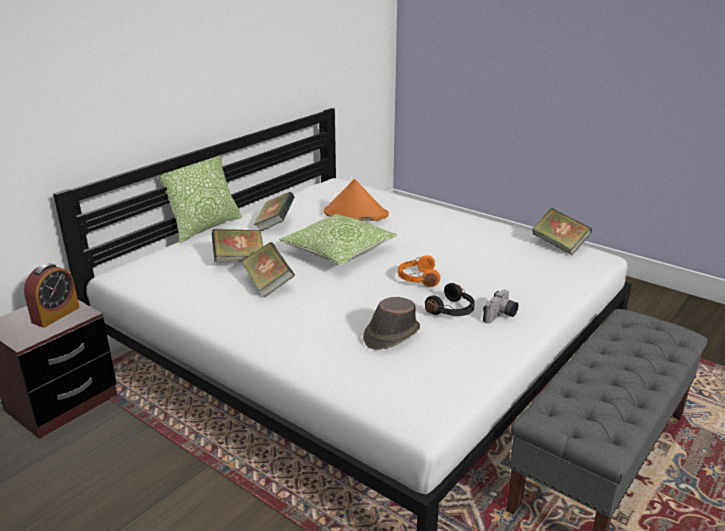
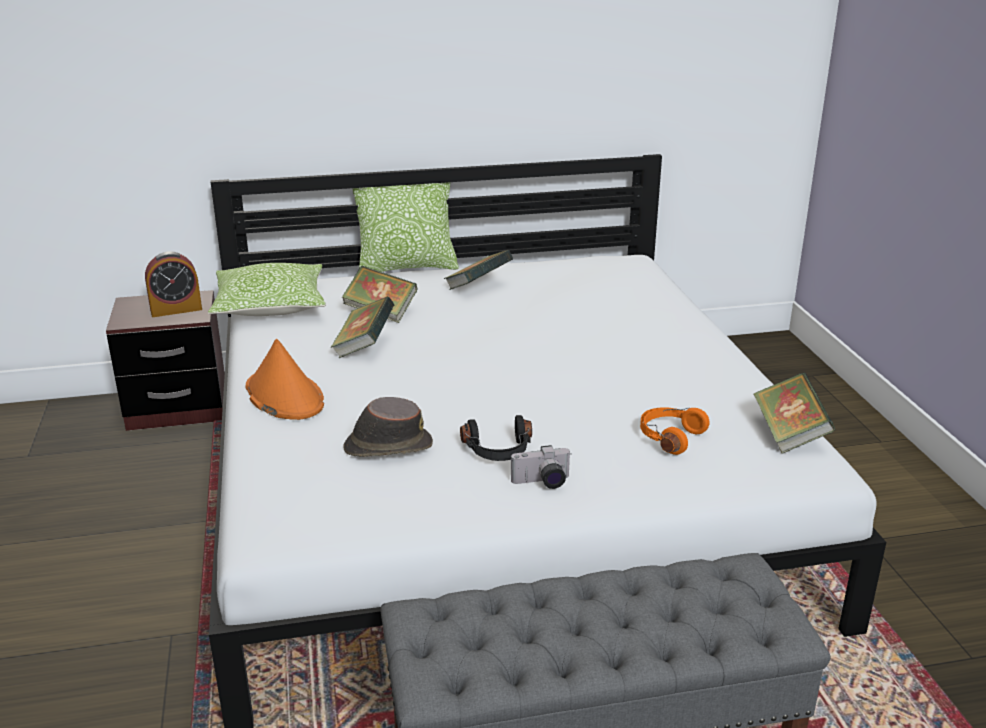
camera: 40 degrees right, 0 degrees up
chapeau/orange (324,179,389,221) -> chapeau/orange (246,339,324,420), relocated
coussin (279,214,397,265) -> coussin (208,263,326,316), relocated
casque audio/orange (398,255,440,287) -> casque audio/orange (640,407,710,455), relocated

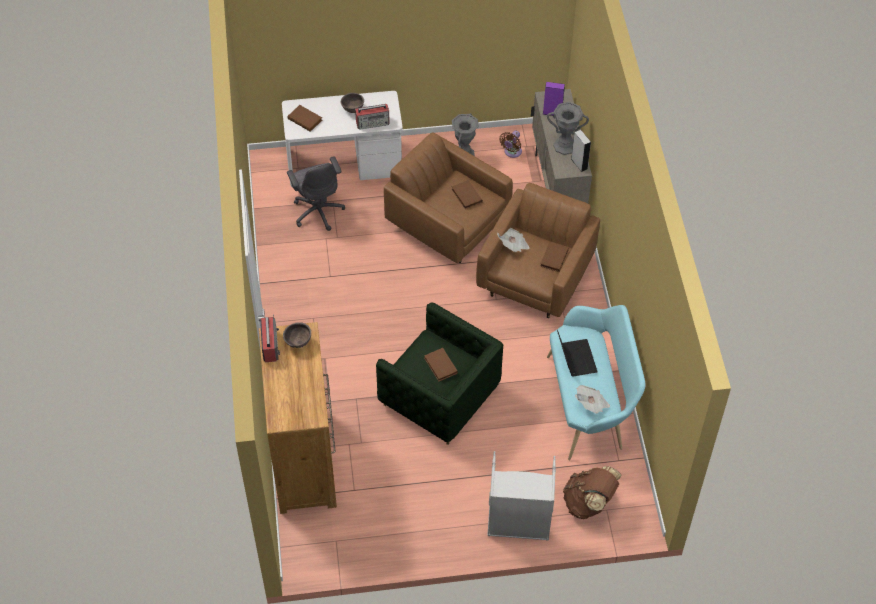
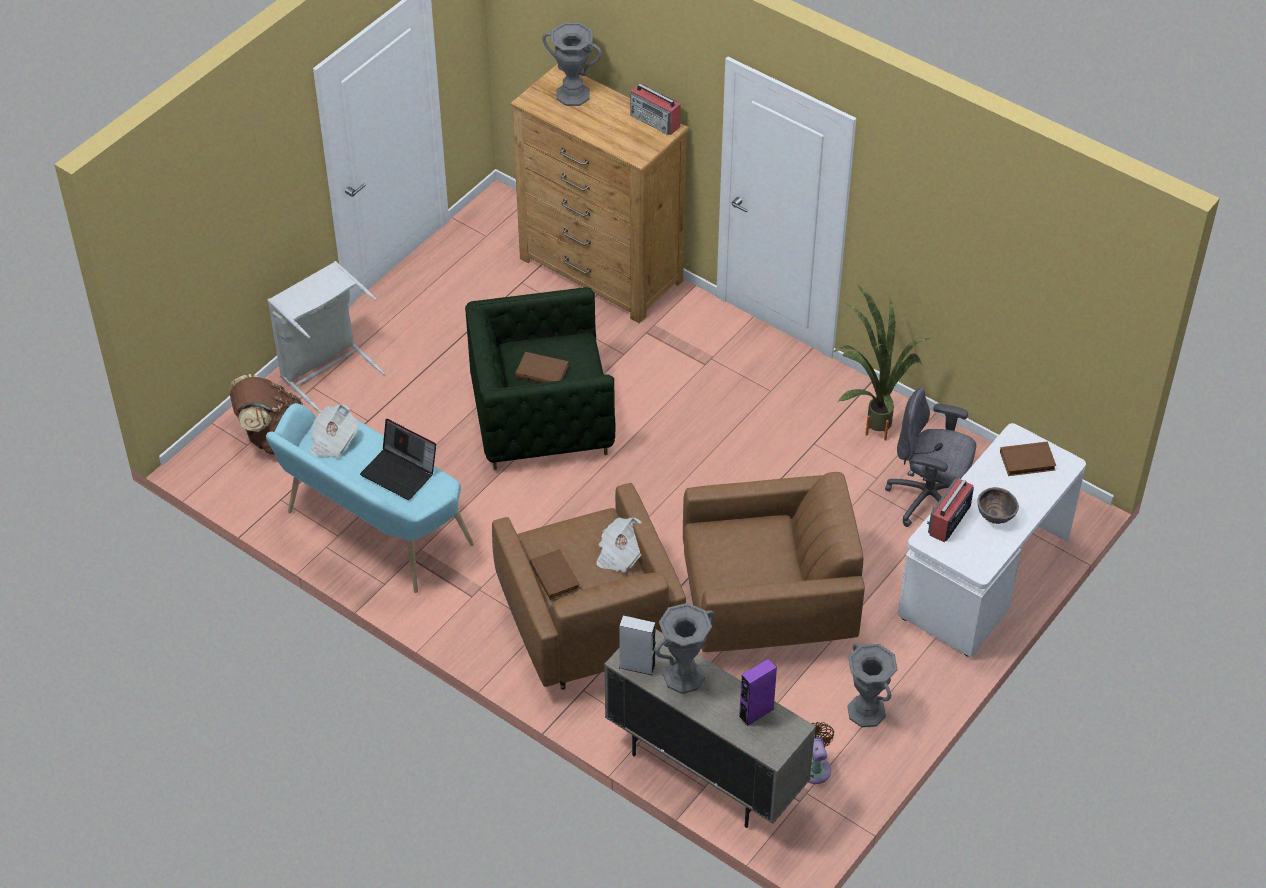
camera: 135 degrees right, 5 degrees down
livre/marron (451,180,483,209) -> none
bol/marron (283,322,311,348) -> none
none -> vase/gris (542,23,602,106)
none -> plante en pot (833,284,932,440)

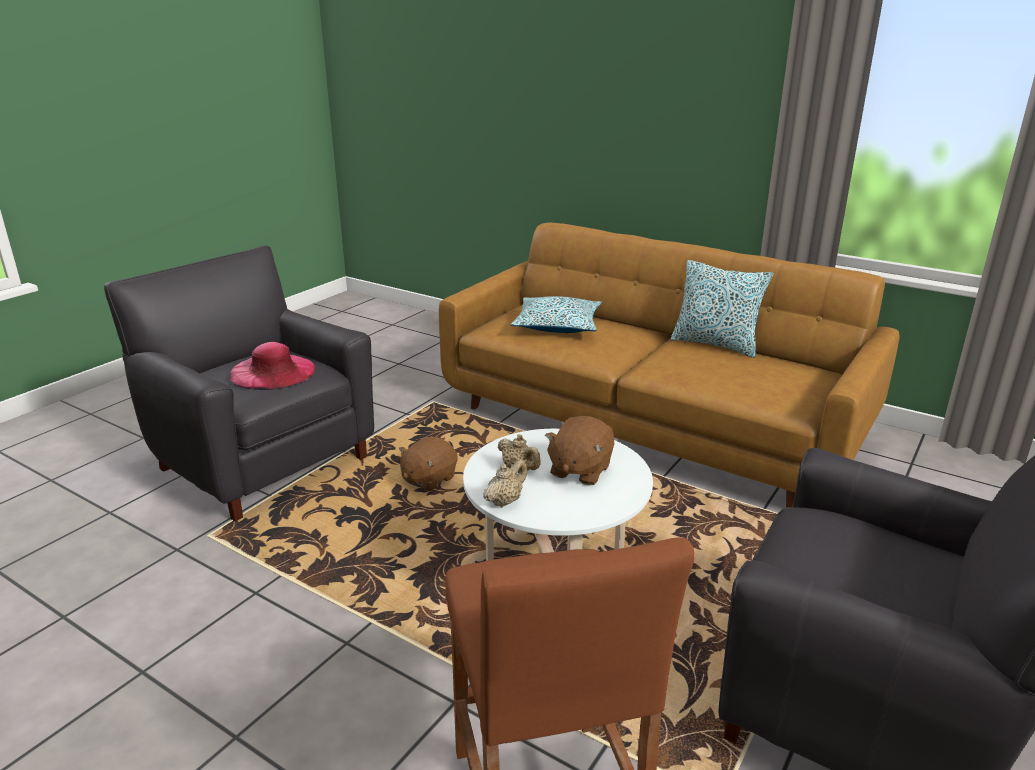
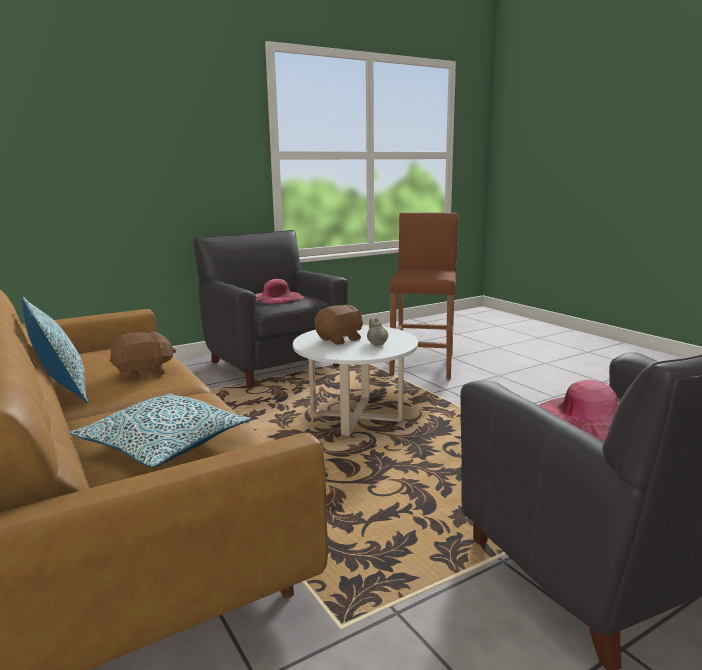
camera: 155 degrees left, 10 degrees down
peluche/marron (399,437,458,491) -> peluche/marron (110,331,176,380), relocated
théière/beige (483,460,527,507) -> none
none -> chapeau/rose (255,279,304,304)

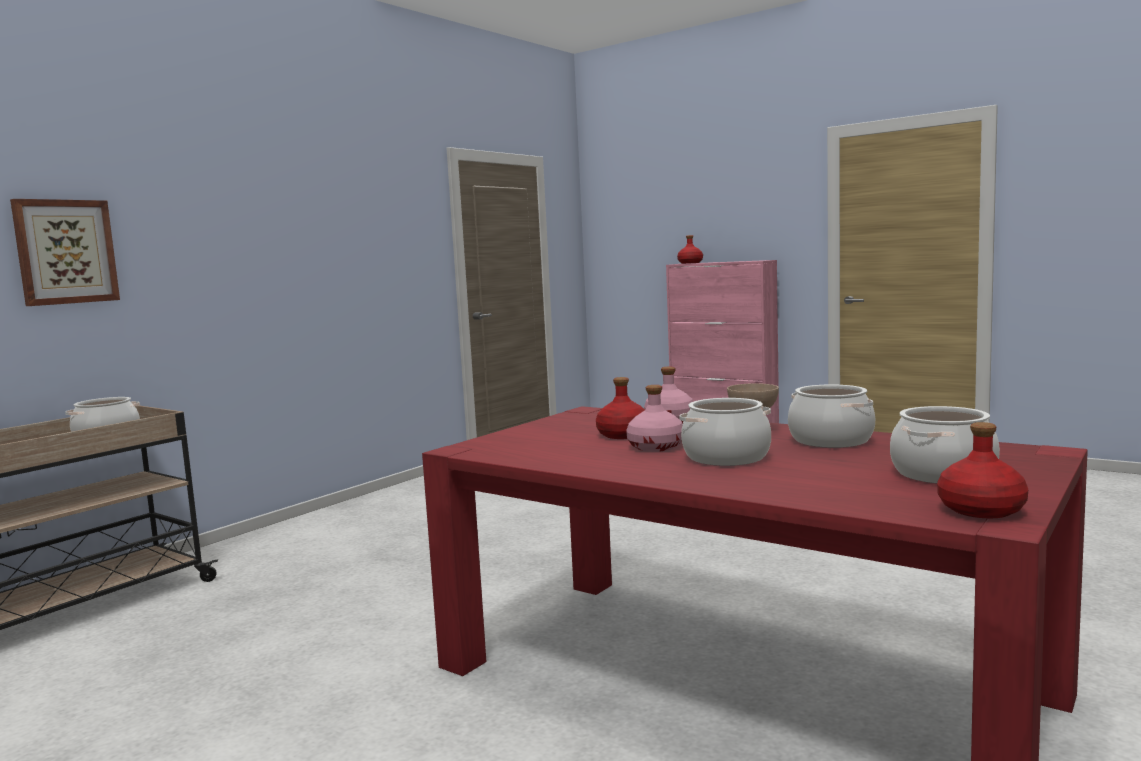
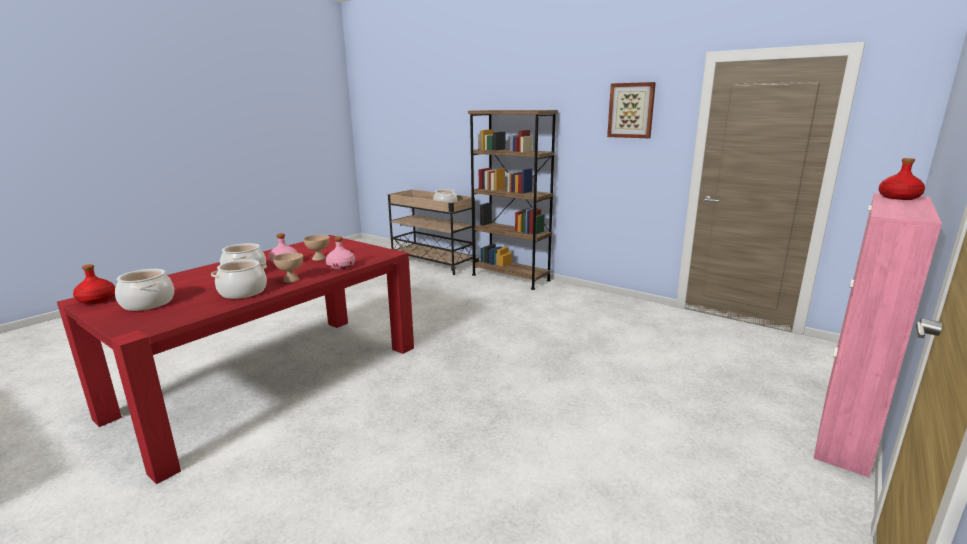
camera: 90 degrees right, 10 degrees up
tableau (10,199,120,306) -> tableau (607,82,656,138), relocated
bouteille/rouge (596,377,645,439) -> bol/beige (303,235,330,261)
none -> bibliothèque/marron (468,110,558,290)

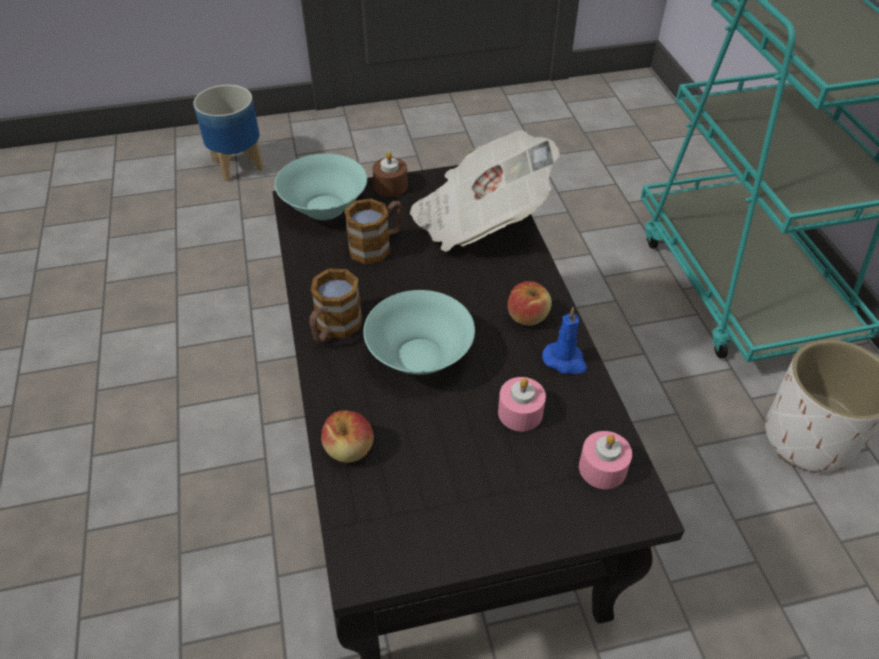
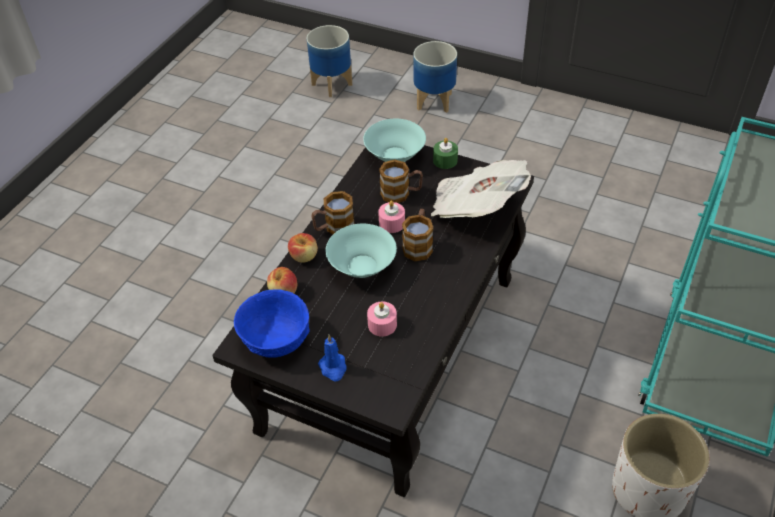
camera: 40 degrees right, 0 degrees up
bougie/marron (372,151,408,197) -> bougie/vert (433,138,458,169)
pomme (508,281,552,326) -> pomme (288,233,318,263), relocated
bougie/bleu (542,307,587,374) -> bougie/bleu (318,335,347,381), relocated
bougie/rose (579,431,632,489) -> bougie/rose (378,201,405,233), relocated
none -> cache-pot (307,25,352,97)
none -> mug (402,209,433,261)
none -> bol/bleu (234,289,310,358)

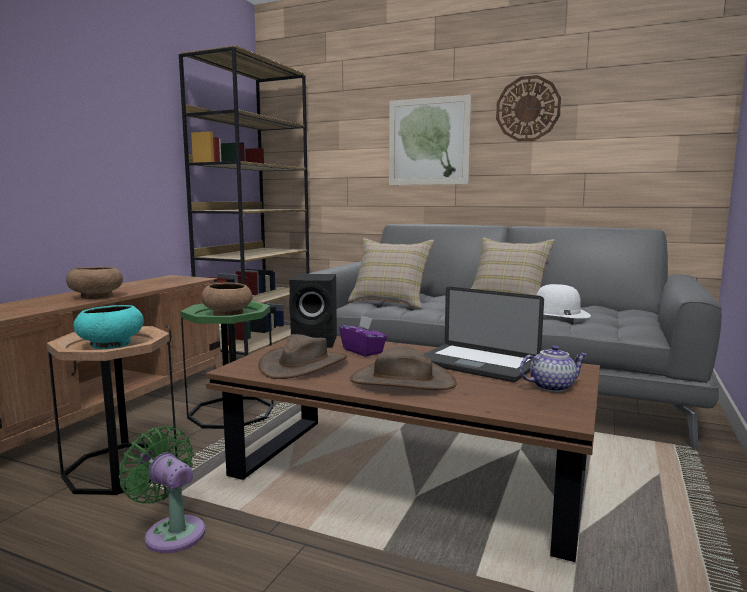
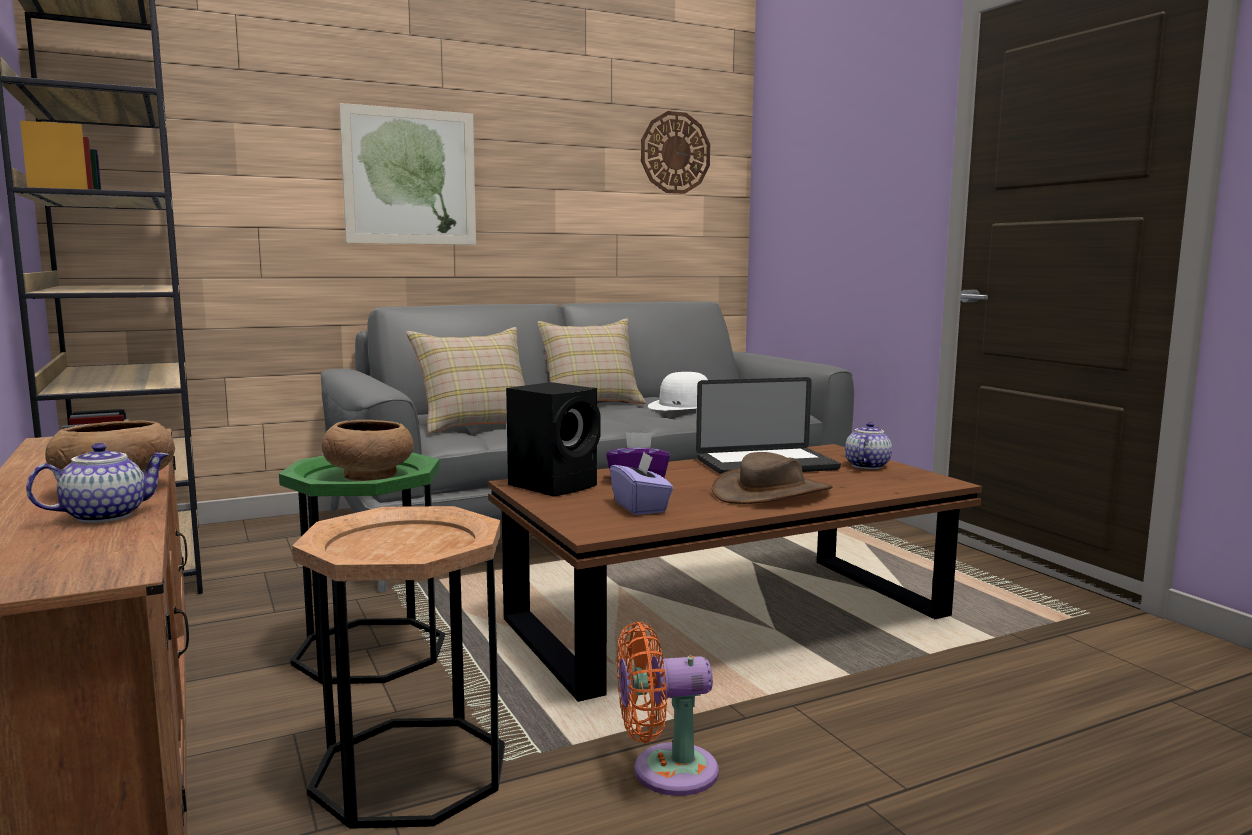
camera: 50 degrees left, 0 degrees up
horloge murale (496,75,561,141) -> horloge murale (641,111,710,194), relocated
bol/turquoise (74,305,144,349) -> none
chapeau/marron (258,334,347,379) -> boîte à mouchoirs/violet (610,452,673,515)
ventilateur/vert (119,426,205,553) -> ventilateur/orange (617,622,719,796)
none -> théière (26,443,169,523)

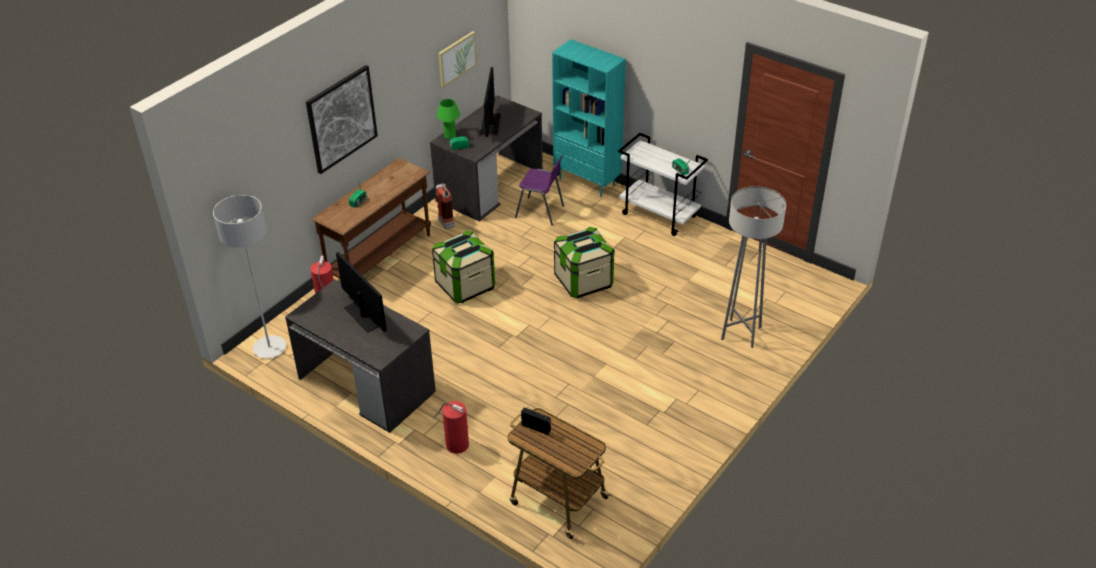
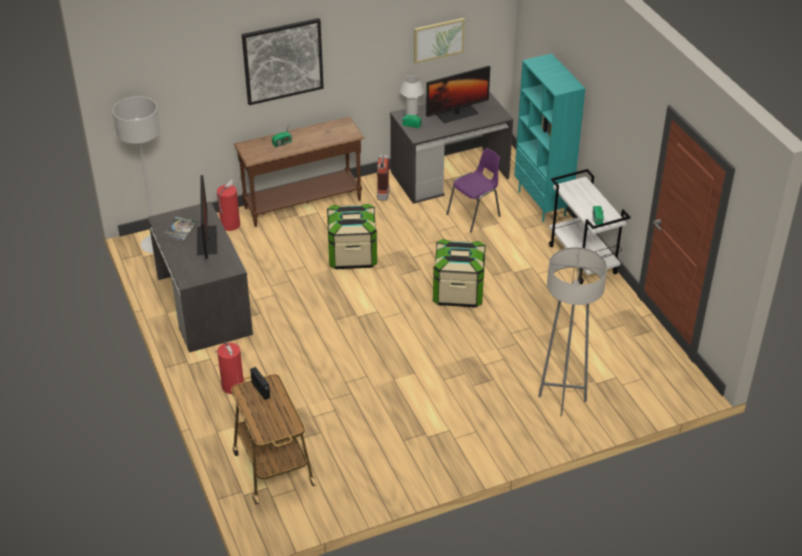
camera: 30 degrees right, 0 degrees up
écran d'ordinateur (480,67,501,137) -> écran d'ordinateur (426,66,490,123), 150 degrees counterclockwise
lampe de table/vert (437,99,460,139) -> lampe de table/blanc (400,75,424,115)
chaise/violet (515,156,564,225) -> chaise/violet (446,148,501,233), 90 degrees counterclockwise
none -> livre (163,217,198,241)

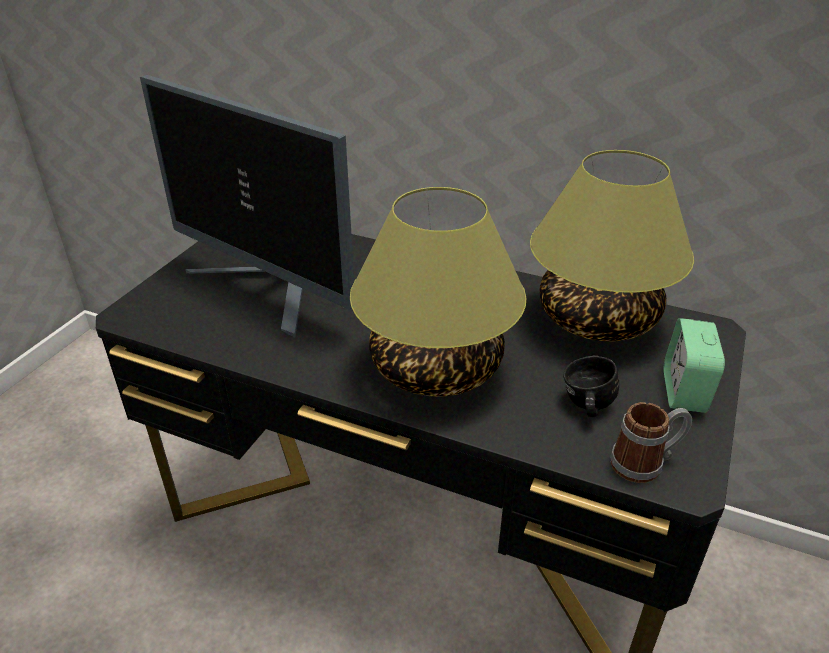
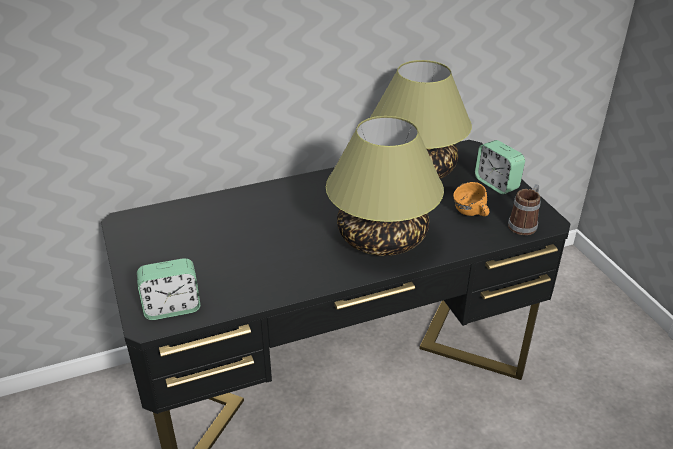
camera: 45 degrees left, 0 degrees up
écran d'ordinateur (140,75,354,338) -> none
mug/noir (563,355,619,417) -> mug/orange (453,182,489,216)
none -> réveil (137,258,200,320)

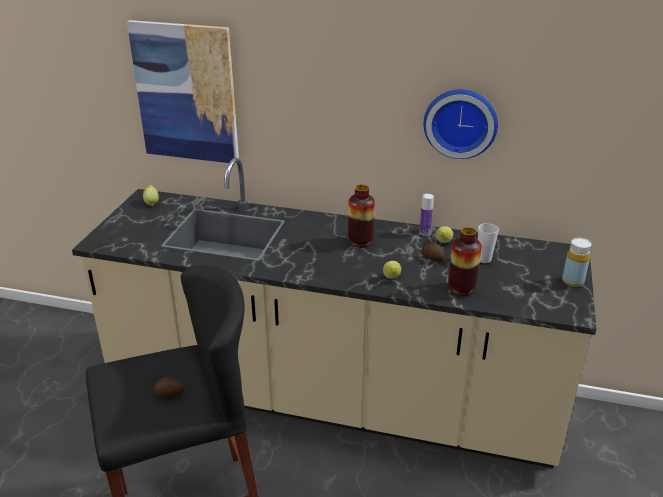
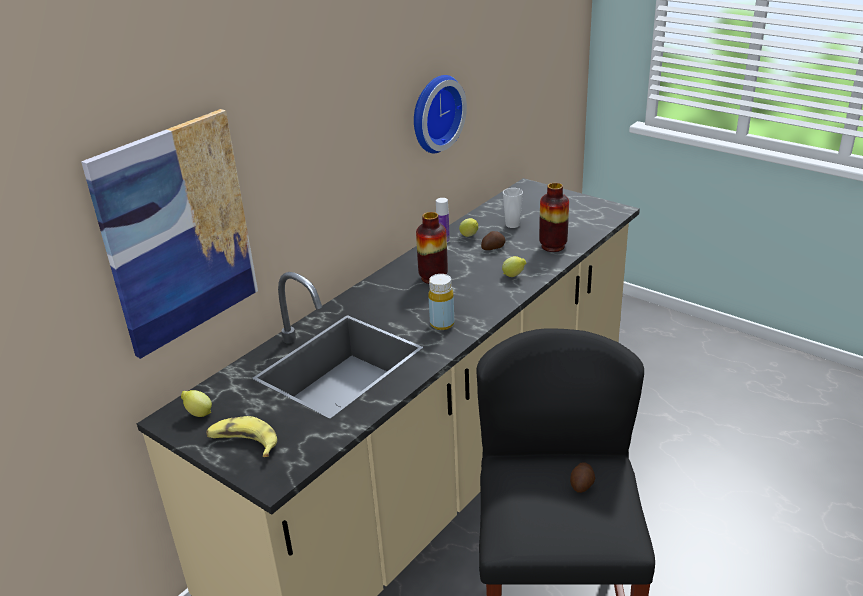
camera: 65 degrees left, 0 degrees up
bouteille/jaune (562,238,592,287) -> bouteille/jaune (428,274,454,330), relocated
none -> banane (206,416,277,457)

